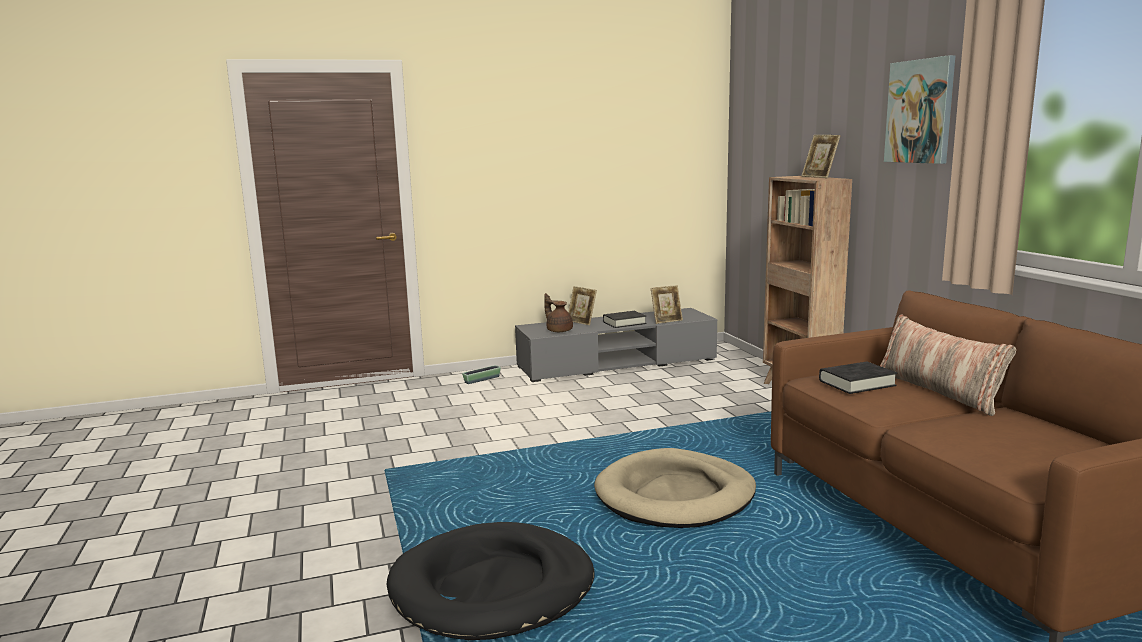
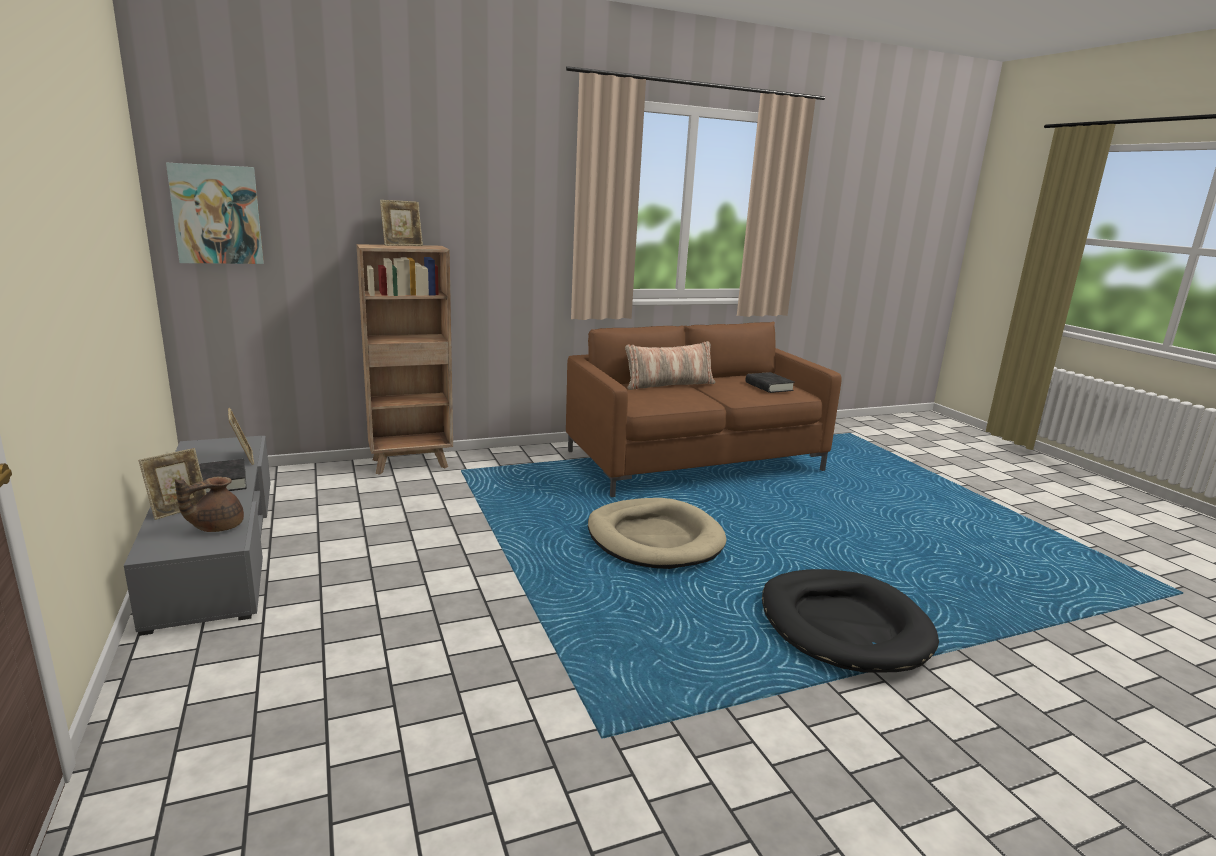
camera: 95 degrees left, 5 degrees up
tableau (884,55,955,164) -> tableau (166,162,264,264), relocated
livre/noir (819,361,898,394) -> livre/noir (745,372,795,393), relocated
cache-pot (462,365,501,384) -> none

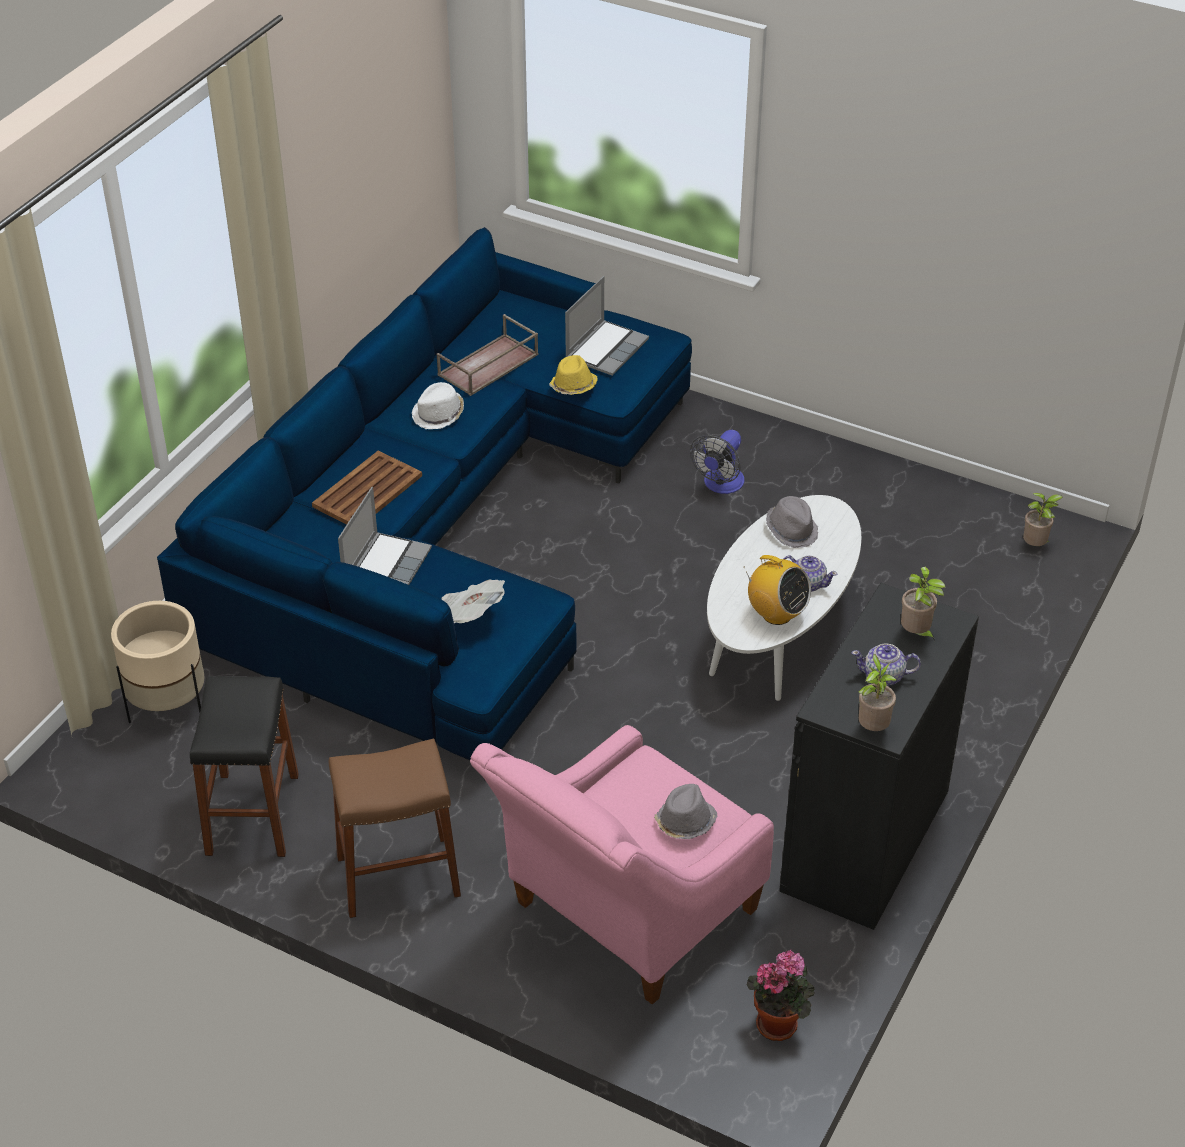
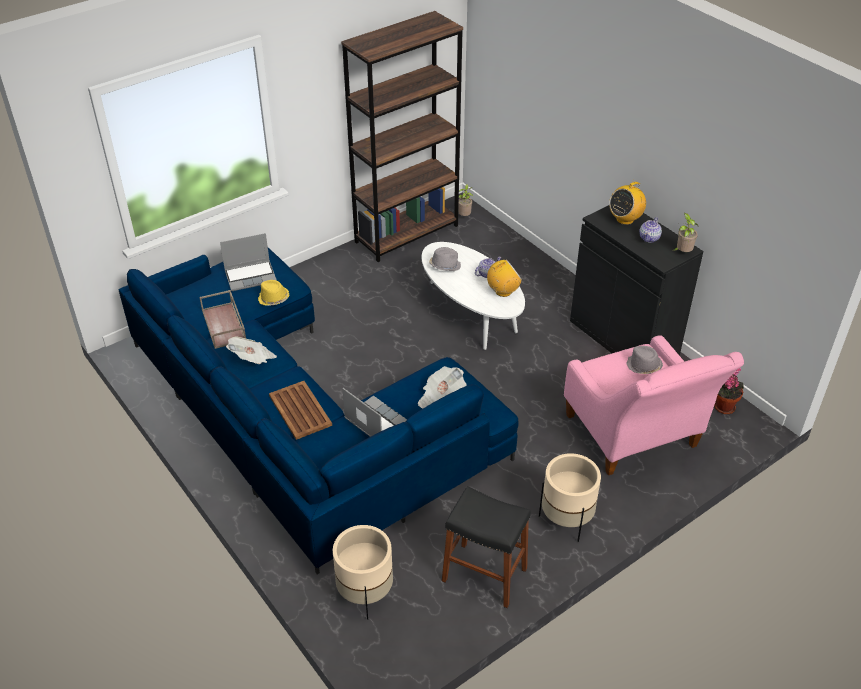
camera: 65 degrees left, 0 degrees up
ordinateur portable (565,276,649,376) -> ordinateur portable (220,233,277,291), 105 degrees clockwise
chapeau/blanc (412,382,464,429) -> journal (226,337,277,364)
ventilateur (690,430,745,494) -> none
plante en pot (901,567,945,641) -> radio (609,182,646,225)
tabouret/marron (329,739,461,918) -> cache-pot/beige (539,453,601,542)
none -> bibliothèque/marron (341,11,463,262)

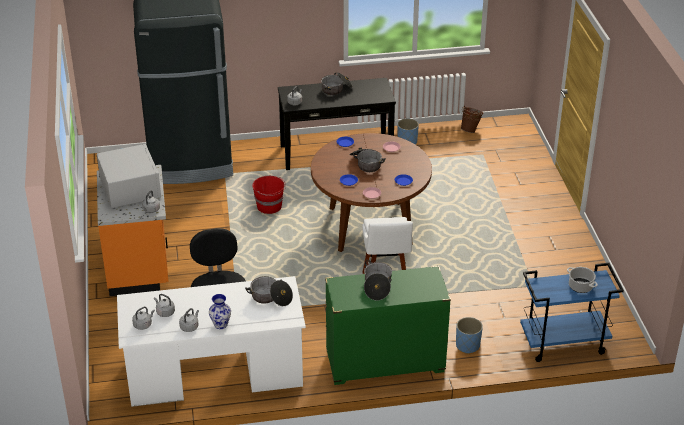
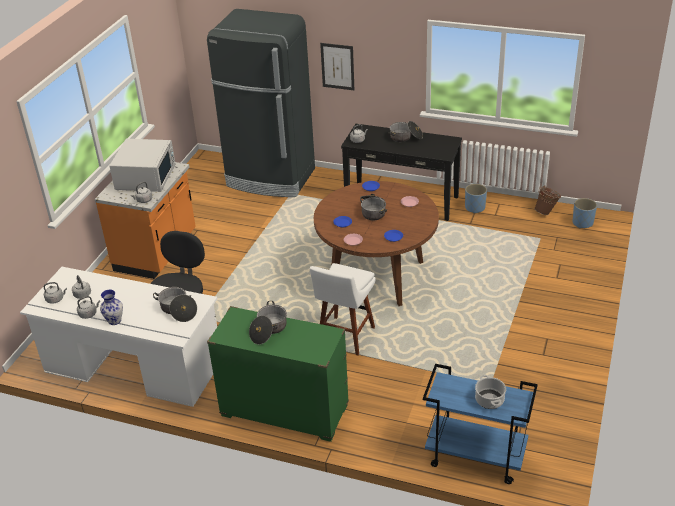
camera: 30 degrees right, 0 degrees up
seau/rouge (252,176,286,214) -> none
cache-pot/bleu (456,317,483,354) -> cache-pot/bleu (573,198,597,228), relocated
none -> tableau (320,43,354,90)

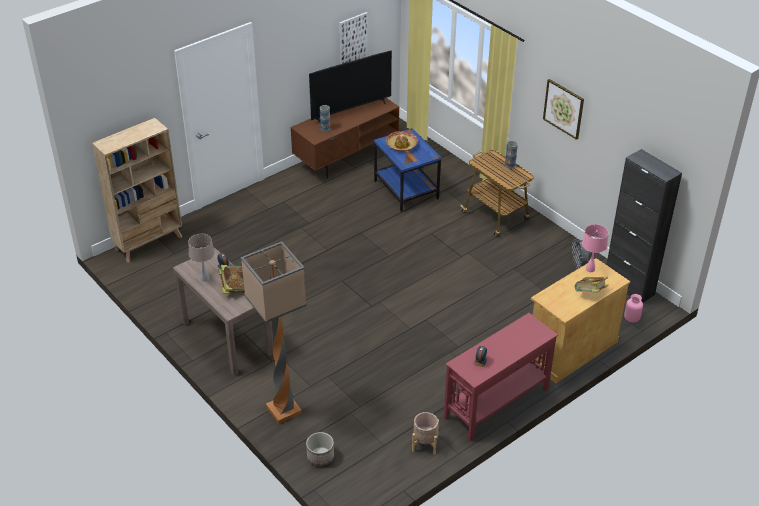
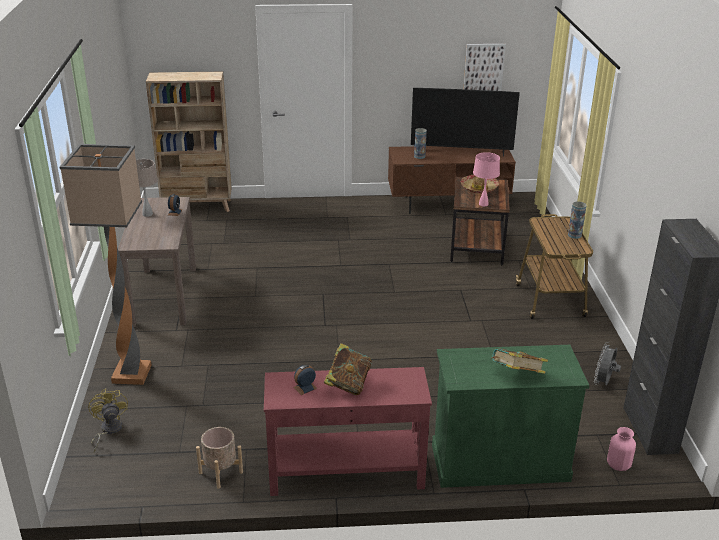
camera: 35 degrees right, 10 degrees down
tableau (543,79,584,140) -> none
table d'appoint/bleu (374,128,441,212) -> table d'appoint/marron (450,177,510,265)
lampe de table/rose (582,224,609,272) -> lampe de table/rose (473,152,500,207), relocated
meuble de rangement/beige (531,258,630,383) -> meuble de rangement/vert (432,345,590,488)
livre (218,265,245,294) -> livre (324,343,372,395), relocated
cache-pot (306,432,334,466) -> ventilateur/jaune (88,388,128,453)

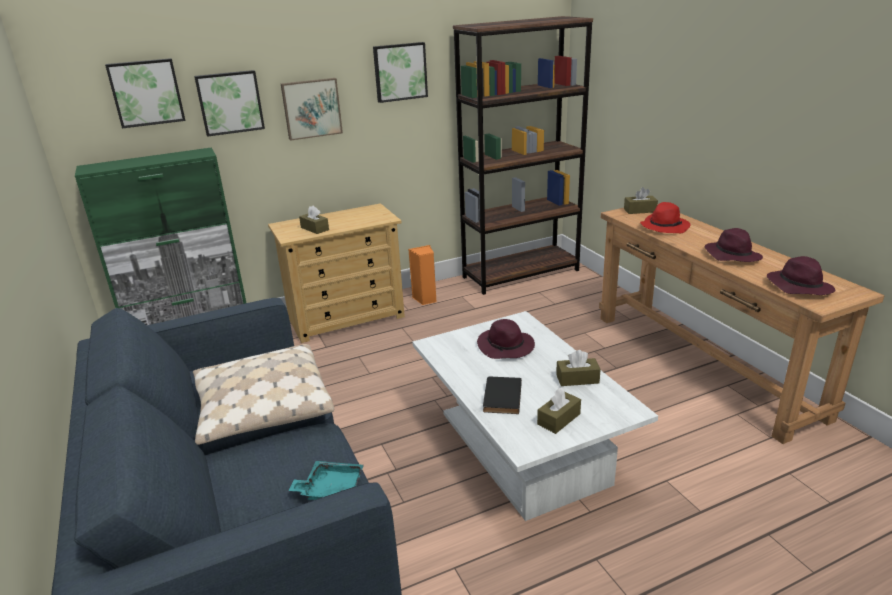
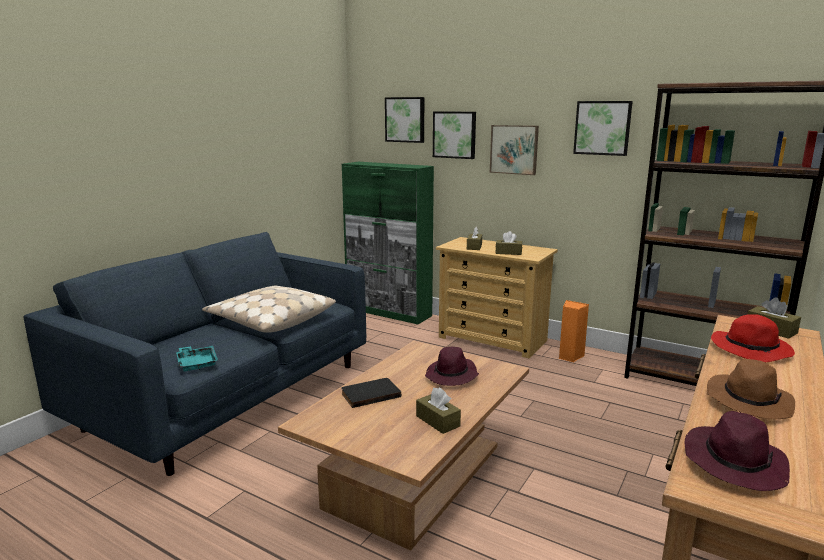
camera: 55 degrees right, 10 degrees down
chapeau/violet (705,228,763,262) -> chapeau/marron (707,359,795,419)
table basse/blanc (413,311,658,521) -> table basse/marron (278,341,529,551)
boîte à mouchoirs/marron (537,388,581,434) -> boîte à mouchoirs/marron (495,231,522,255), relocated

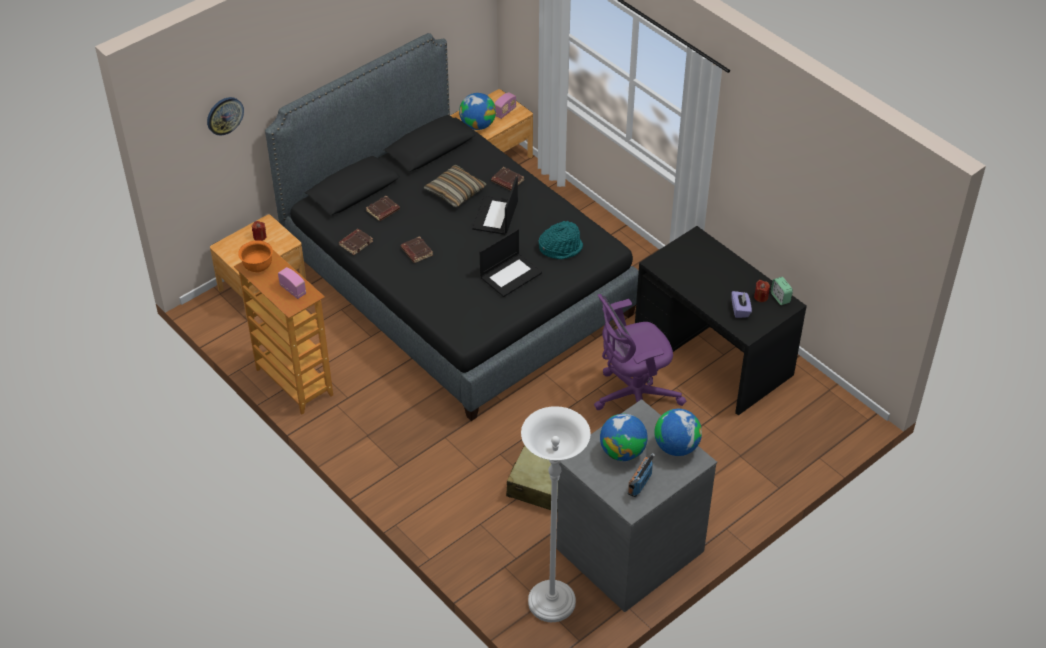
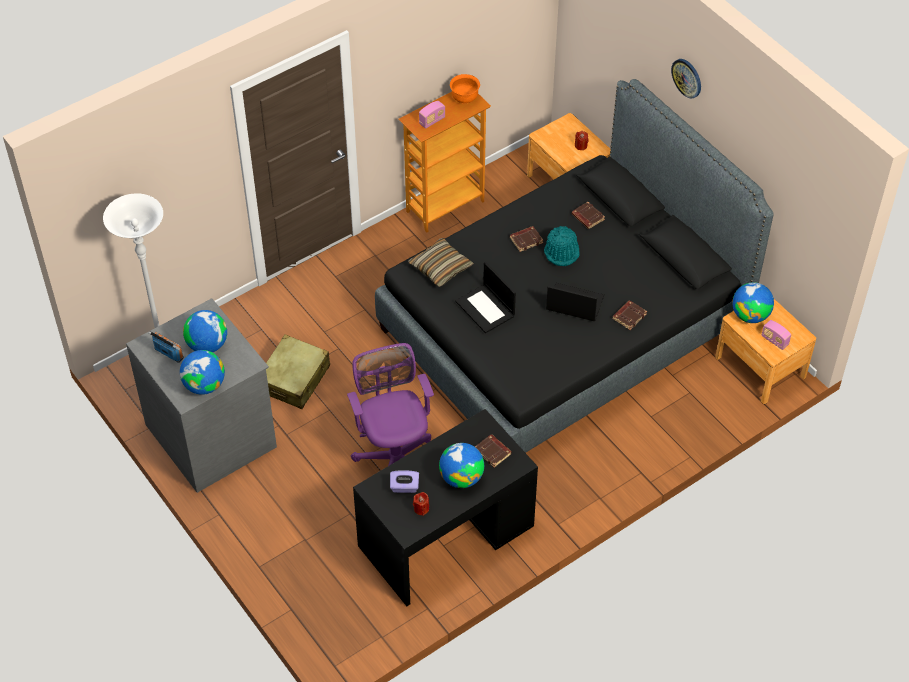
camera: 95 degrees right, 5 degrees up
horloge murale (207,97,244,136) -> horloge murale (671,59,701,98), relocated
coussin (424,165,487,208) -> coussin (408,238,474,287), relocated
chapeau/turquoise (539,221,583,259) -> chapeau/turquoise (544,226,580,266), relocated
livre/marron (339,229,373,255) -> livre/marron (475,434,512,468), relocated
réveil (771,277,793,305) -> none
none -> globe (439,443,484,488)

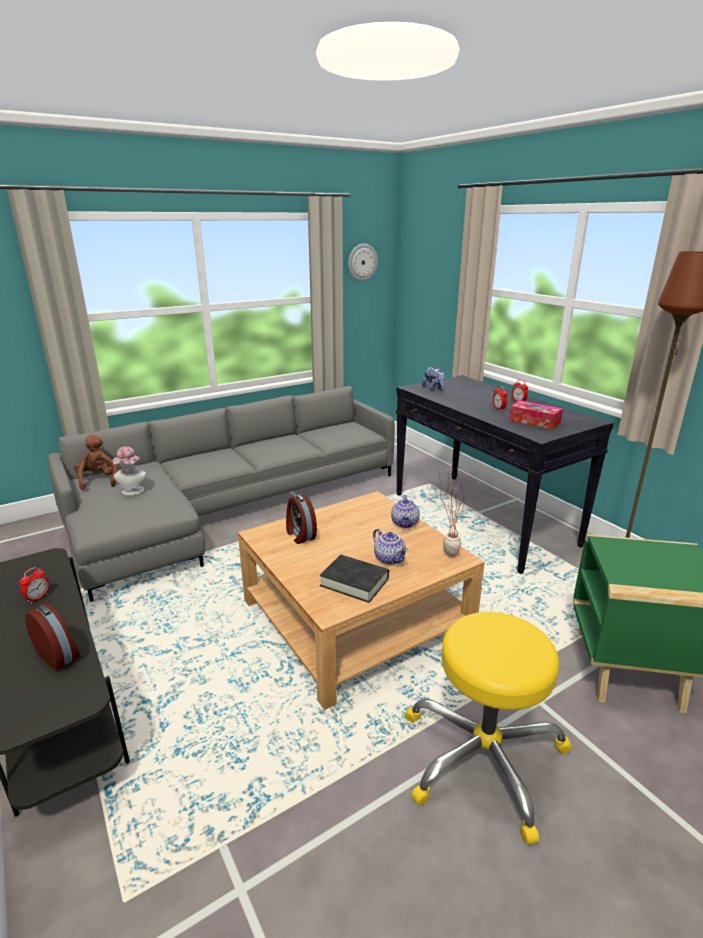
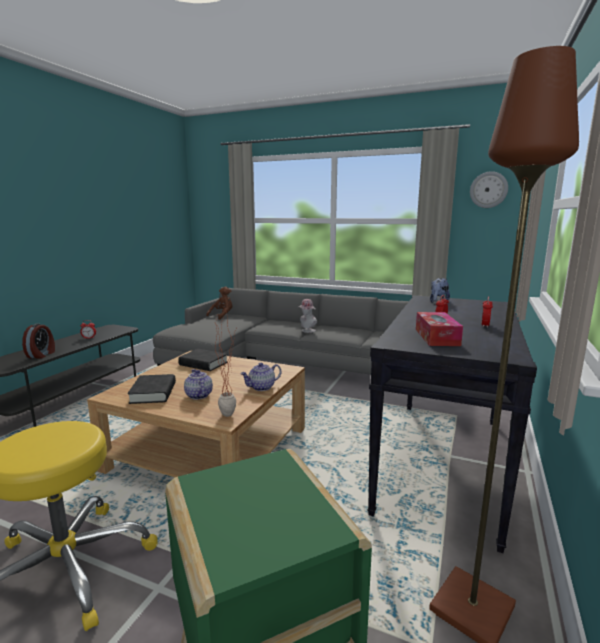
camera: 55 degrees right, 10 degrees down
chapeau (112,446,147,496) -> chapeau (299,299,317,333), relocated
réveil (286,495,317,544) -> livre/noir (178,349,228,371)
théière (373,529,408,565) -> théière (184,369,213,400), 135 degrees clockwise

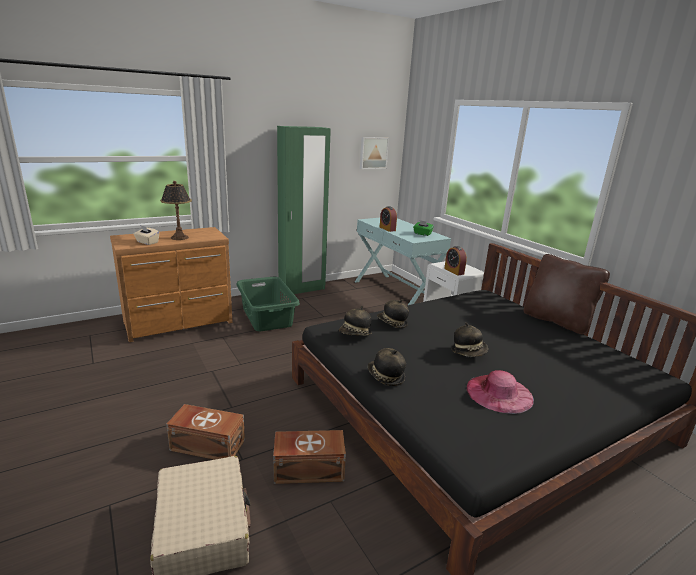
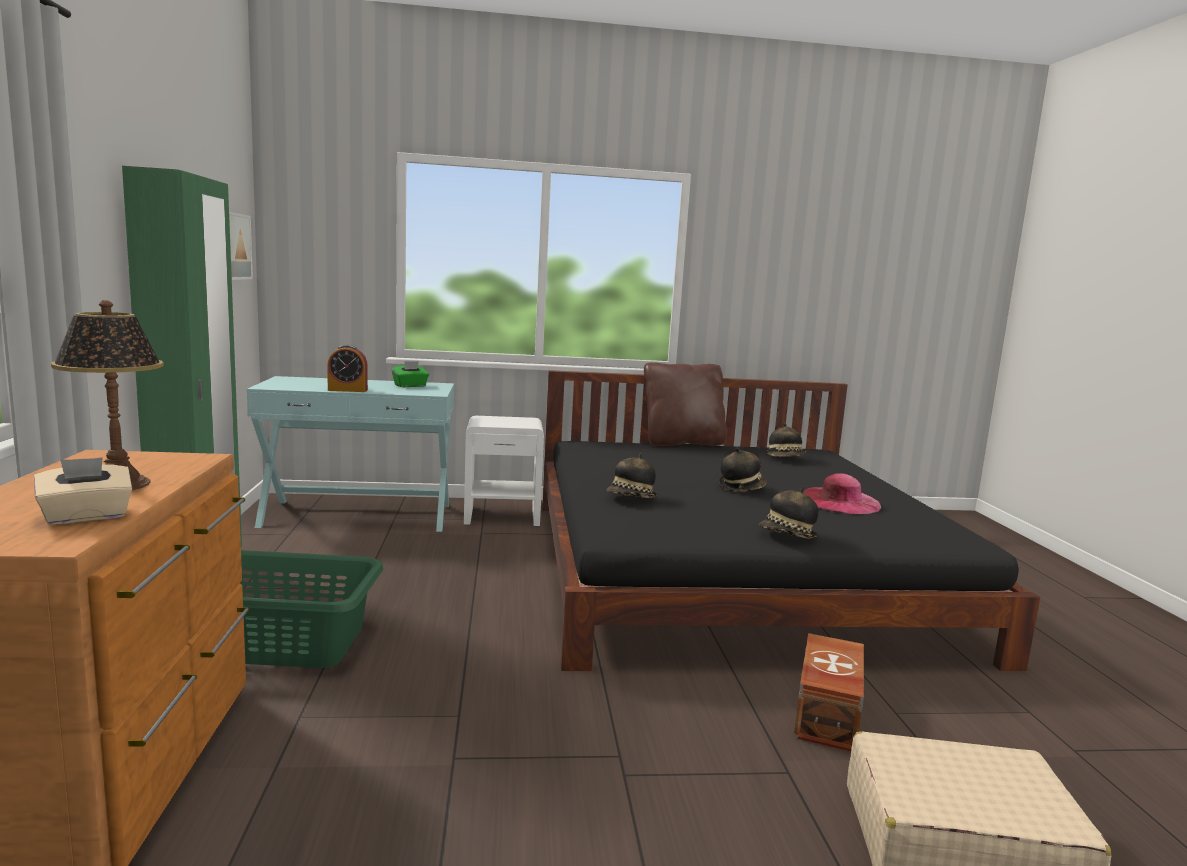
camera: 65 degrees left, 10 degrees down
réveil (444,246,467,275) -> none
chapeau (339,306,372,336) -> chapeau (766,422,806,457), relocated
boîte de rangement/marron (166,404,245,460) -> none

